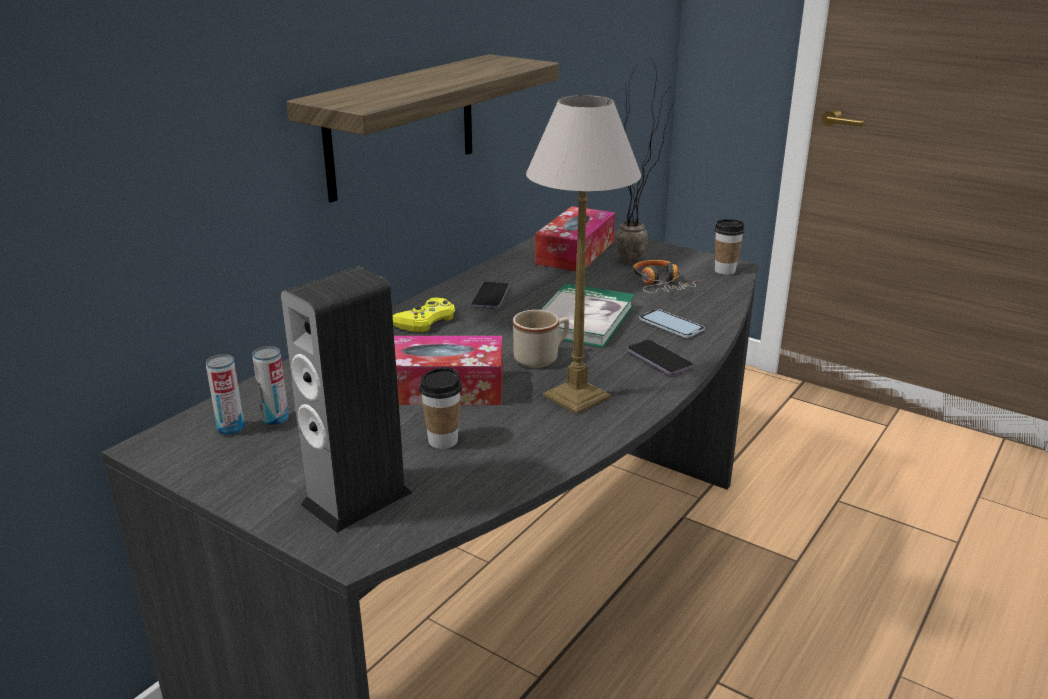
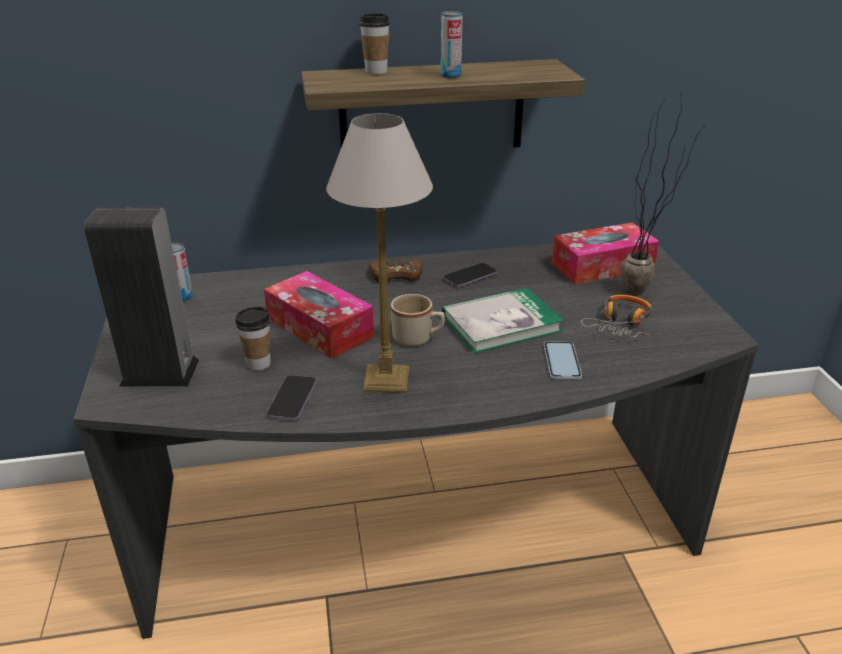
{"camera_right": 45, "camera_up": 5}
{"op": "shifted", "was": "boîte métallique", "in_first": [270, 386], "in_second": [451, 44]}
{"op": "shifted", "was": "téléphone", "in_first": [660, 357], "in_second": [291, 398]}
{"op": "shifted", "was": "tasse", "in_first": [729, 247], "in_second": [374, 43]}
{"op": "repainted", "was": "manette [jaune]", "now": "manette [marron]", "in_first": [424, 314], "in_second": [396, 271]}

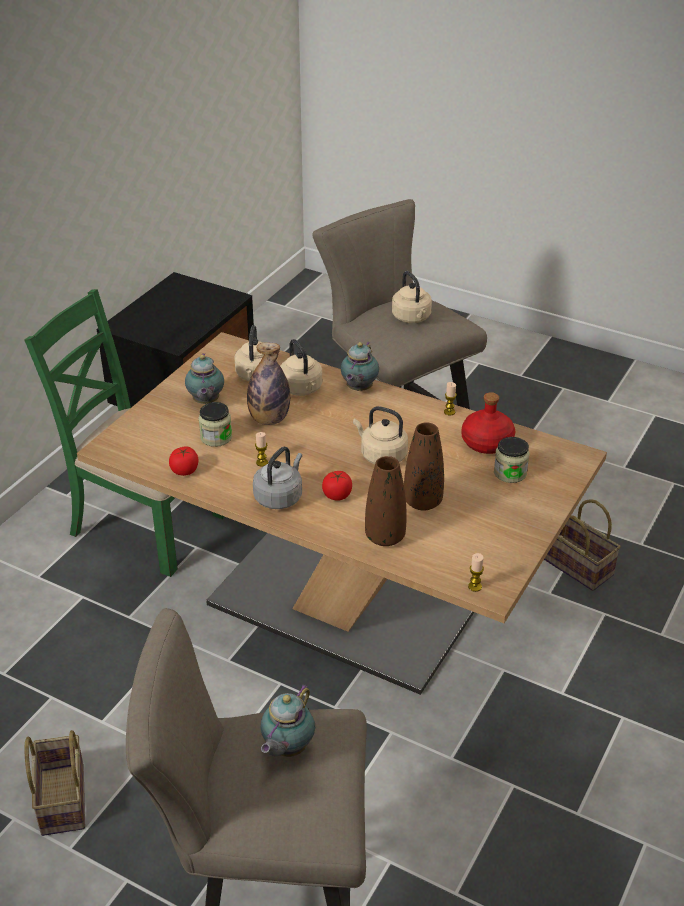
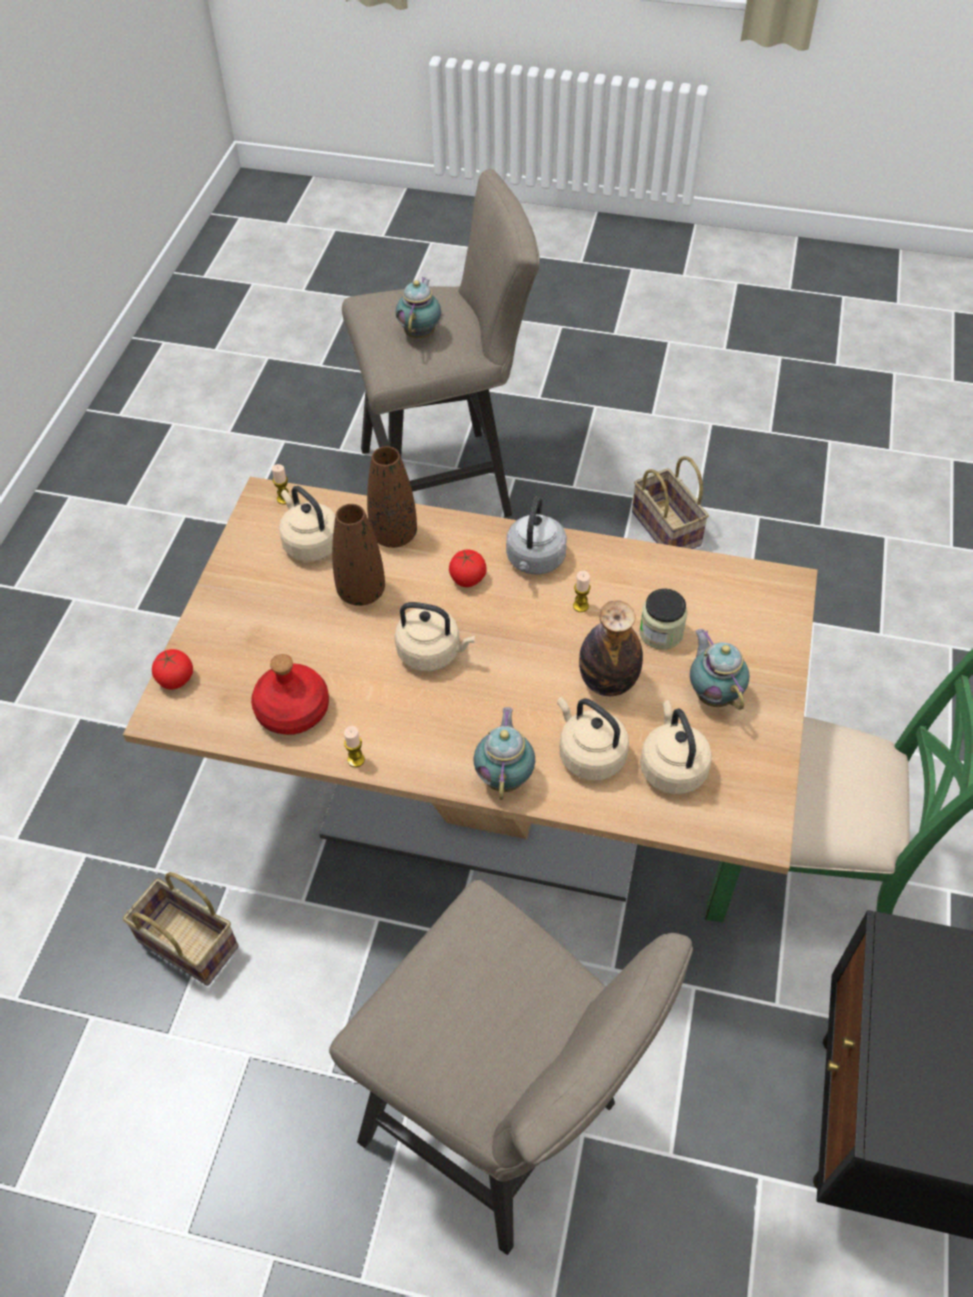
{"camera_right": 165, "camera_up": 15}
{"op": "gone", "was": "bocal", "in_first": [511, 460]}
{"op": "shifted", "was": "tomate", "in_first": [183, 461], "in_second": [172, 669]}
{"op": "shifted", "was": "bouilloire [beige]", "in_first": [412, 297], "in_second": [307, 524]}

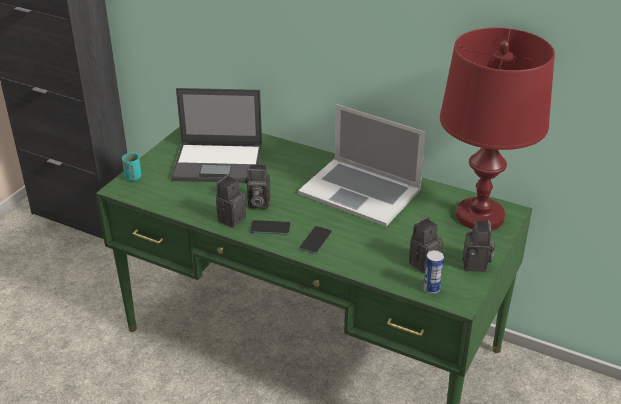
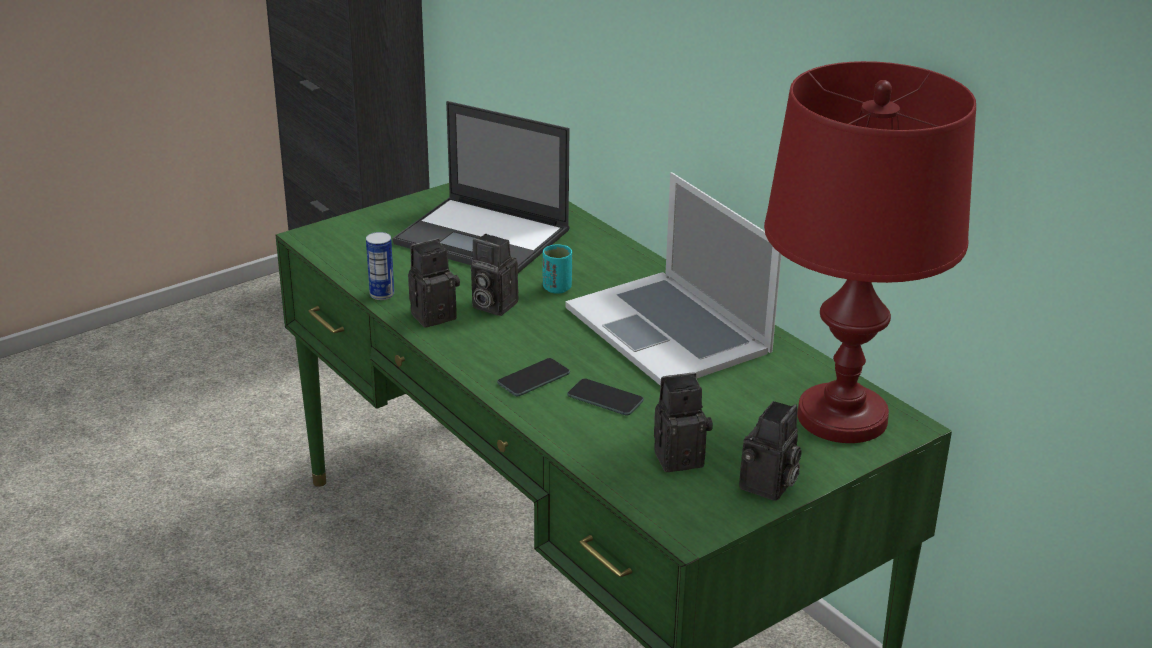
{"camera_right": 25, "camera_up": -5}
{"op": "shifted", "was": "tasse [turquoise]", "in_first": [132, 167], "in_second": [557, 269]}
{"op": "shifted", "was": "téléphone", "in_first": [270, 227], "in_second": [605, 397]}
{"op": "shifted", "was": "boîte métallique", "in_first": [433, 272], "in_second": [380, 266]}

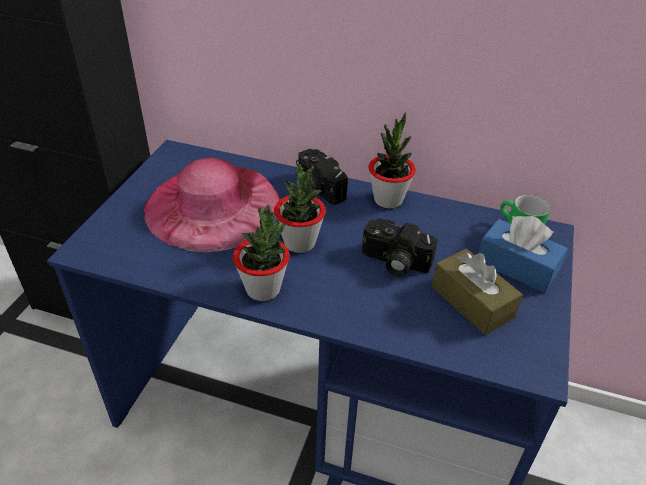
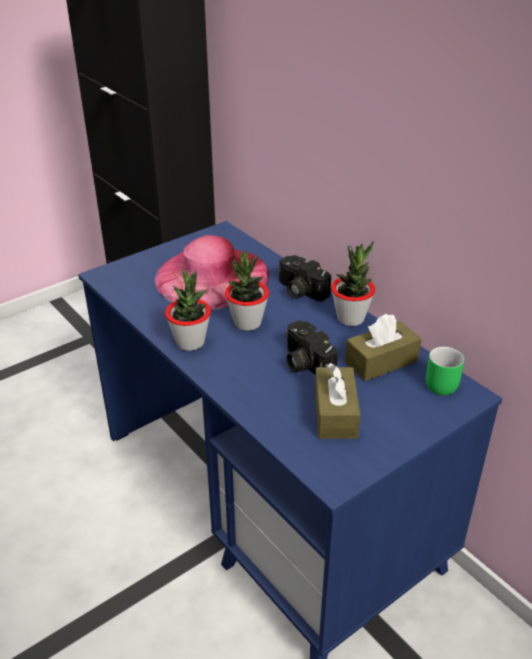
{"camera_right": 35, "camera_up": -5}
{"op": "gone", "was": "boîte à mouchoirs [bleu]", "in_first": [523, 254]}
{"op": "new", "now": "boîte à mouchoirs [marron]", "in_second": [383, 347]}
{"op": "rotated", "was": "appareil photo", "in_first": [322, 177], "in_second": [304, 278], "clockwise": -45}

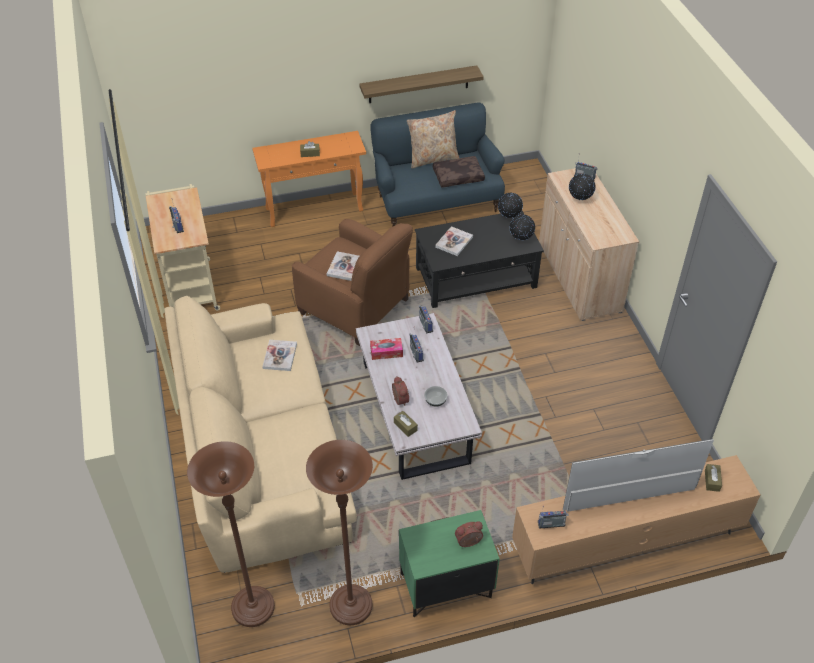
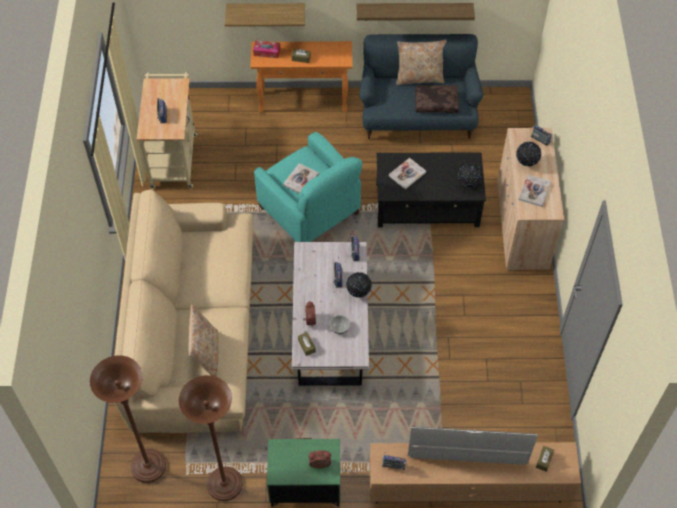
{"camera_right": 15, "camera_up": 10}
{"op": "new", "now": "coussin [beige]", "in_second": [204, 340]}
{"op": "new", "now": "étagère", "in_second": [265, 15]}
{"op": "shifted", "was": "livre", "in_first": [279, 355], "in_second": [534, 190]}
{"op": "shifted", "was": "boîte à mouchoirs", "in_first": [386, 349], "in_second": [266, 49]}
{"op": "shifted", "was": "globe", "in_first": [510, 205], "in_second": [359, 285]}
{"op": "repainted", "was": "fauteuil [marron]", "now": "fauteuil [turquoise]", "in_first": [352, 282], "in_second": [308, 187]}

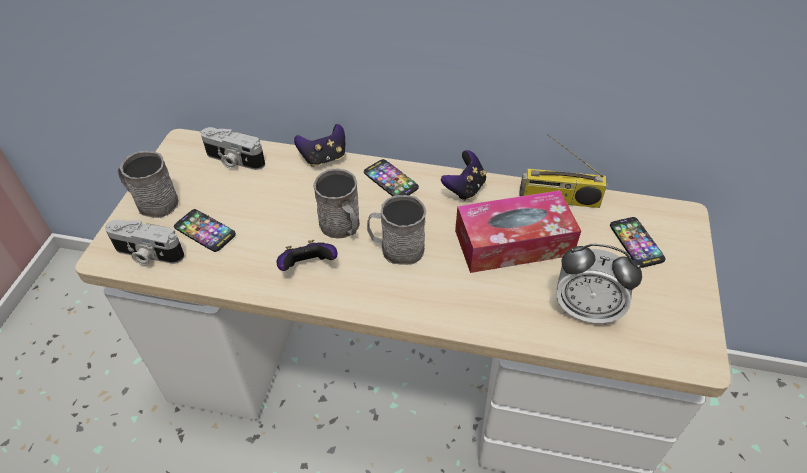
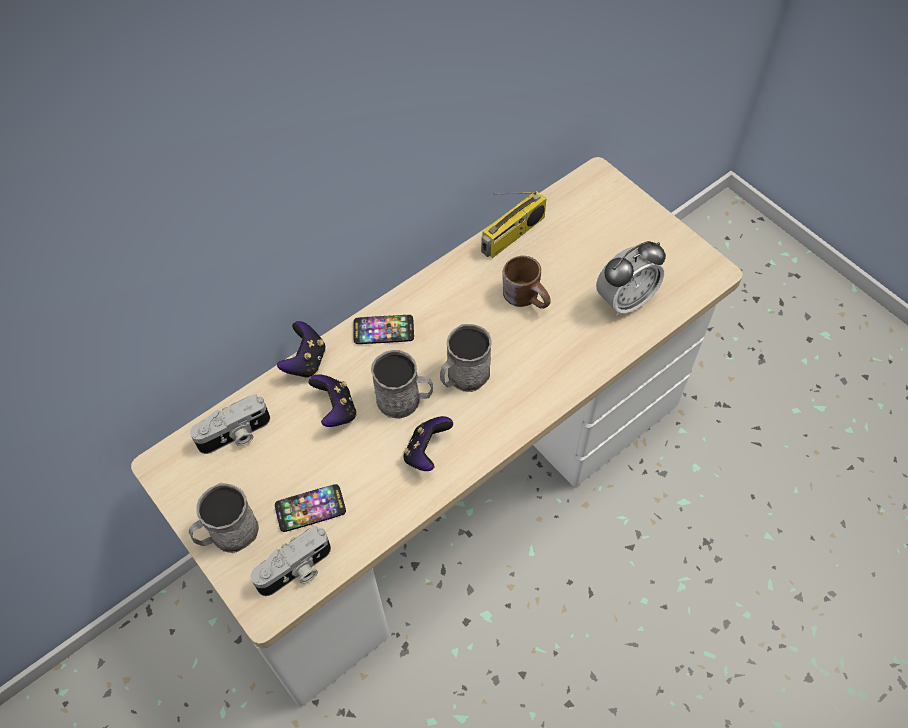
{"camera_right": -50, "camera_up": 10}
{"op": "gone", "was": "téléphone", "in_first": [638, 242]}
{"op": "shifted", "was": "manette", "in_first": [463, 175], "in_second": [333, 400]}
{"op": "swapped", "was": "boîte à mouchoirs", "now": "mug [marron]", "in_first": [518, 231], "in_second": [526, 282]}

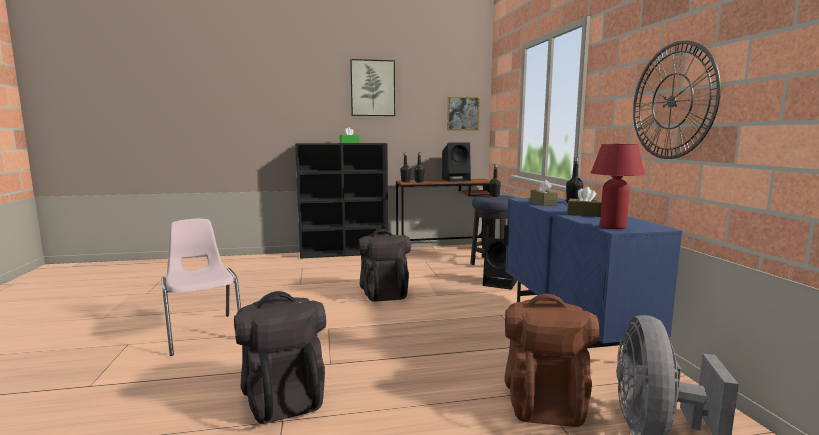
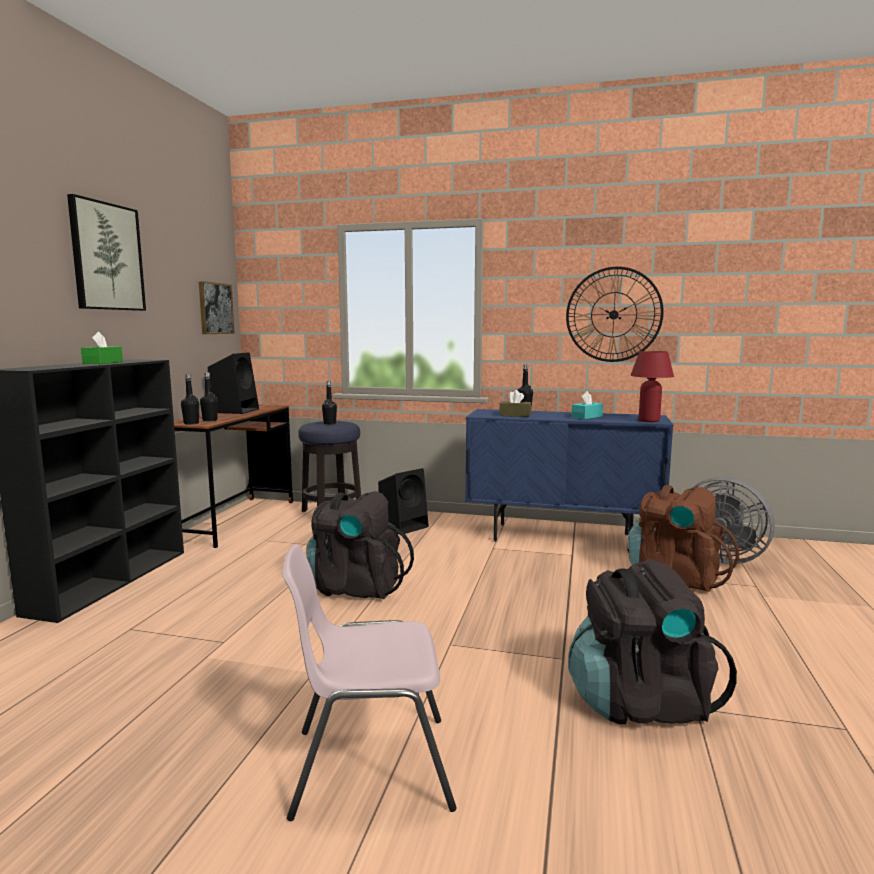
{"camera_right": -65, "camera_up": 0}
{"op": "repainted", "was": "boîte à mouchoirs [marron]", "now": "boîte à mouchoirs [turquoise]", "in_first": [584, 202], "in_second": [587, 405]}

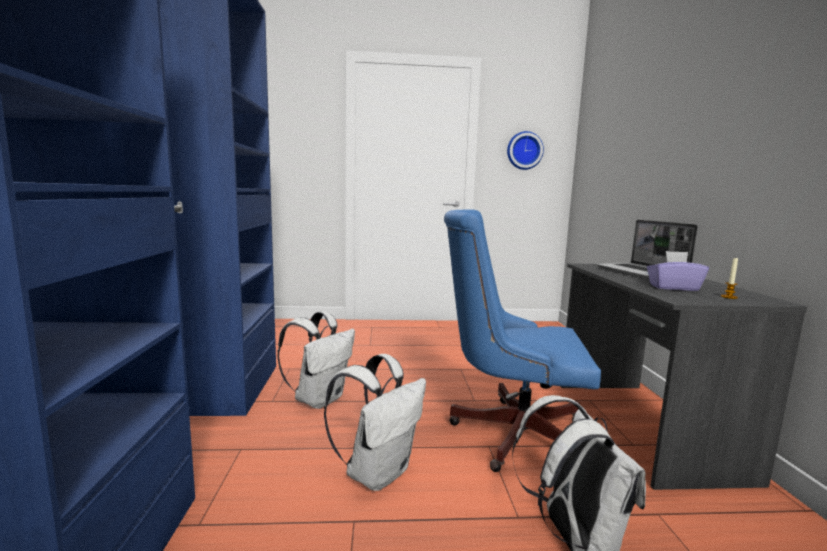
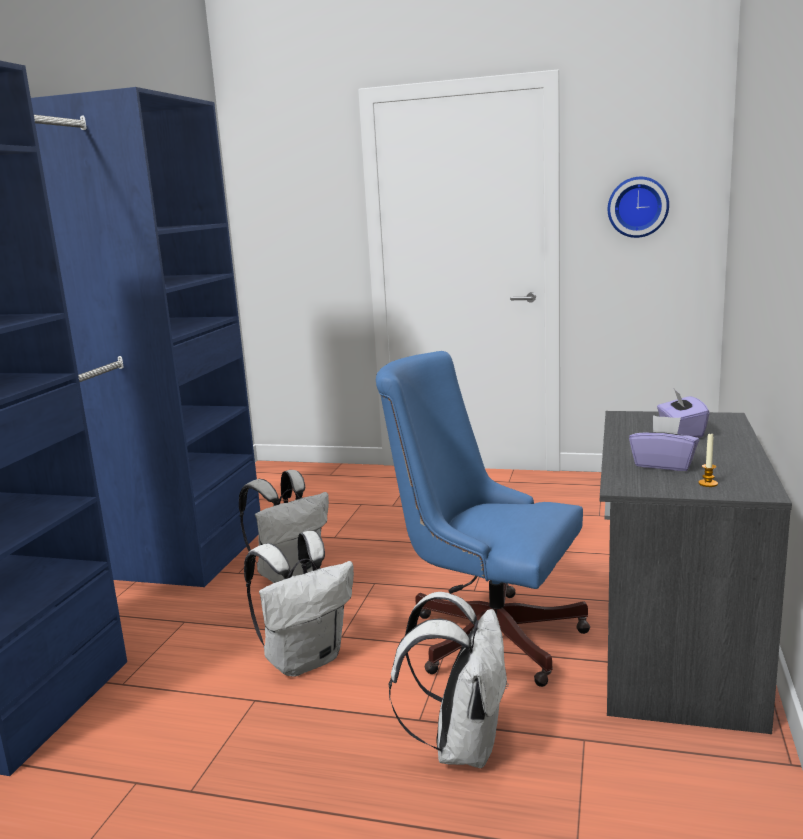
{"camera_right": 20, "camera_up": 5}
{"op": "swapped", "was": "ordinateur portable", "now": "boîte à mouchoirs [violet]", "in_first": [647, 249], "in_second": [683, 413]}

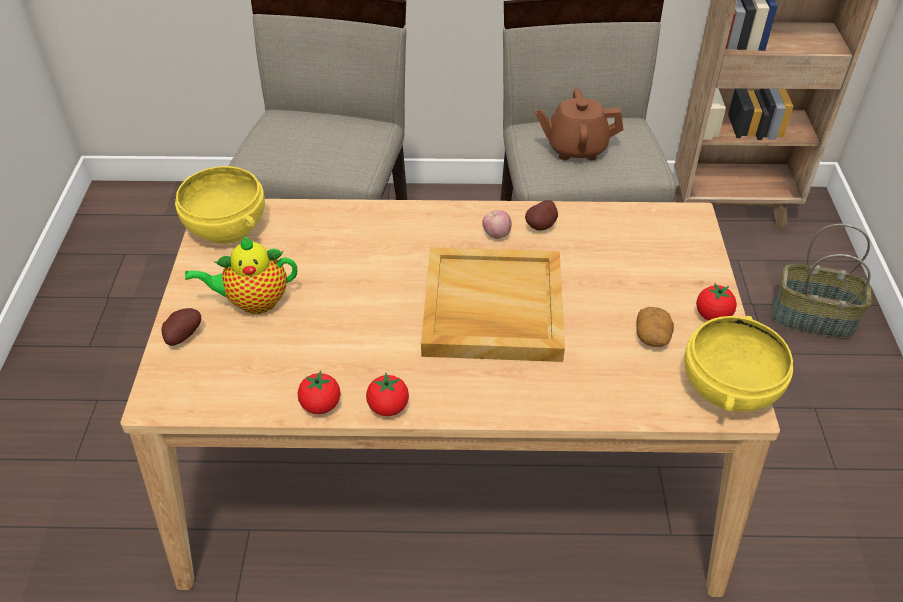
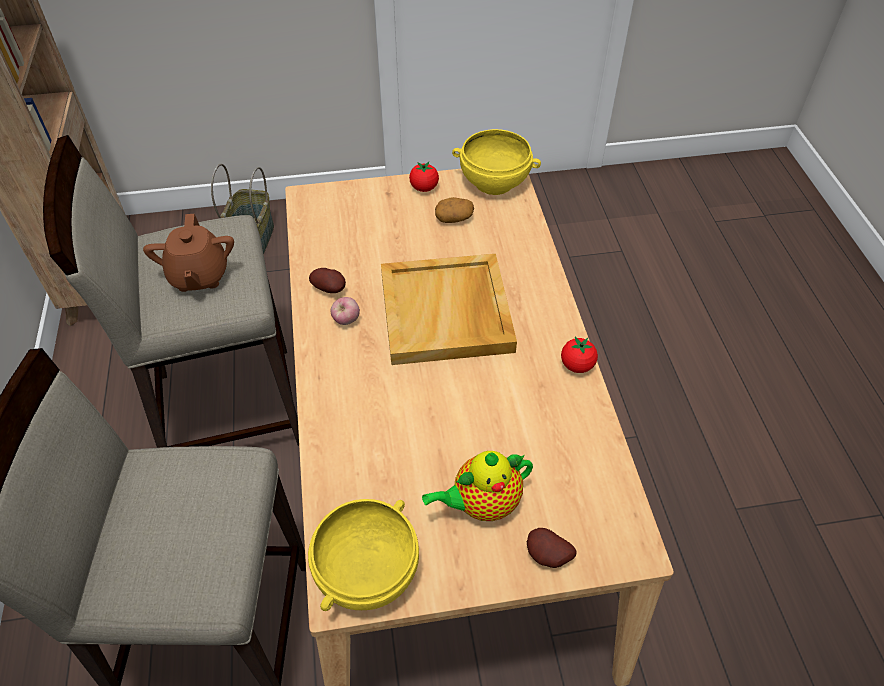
{"camera_right": -100, "camera_up": 5}
{"op": "gone", "was": "tomate", "in_first": [319, 392]}
{"op": "rotated", "was": "théière", "in_first": [241, 275], "in_second": [477, 486], "clockwise": 90}

